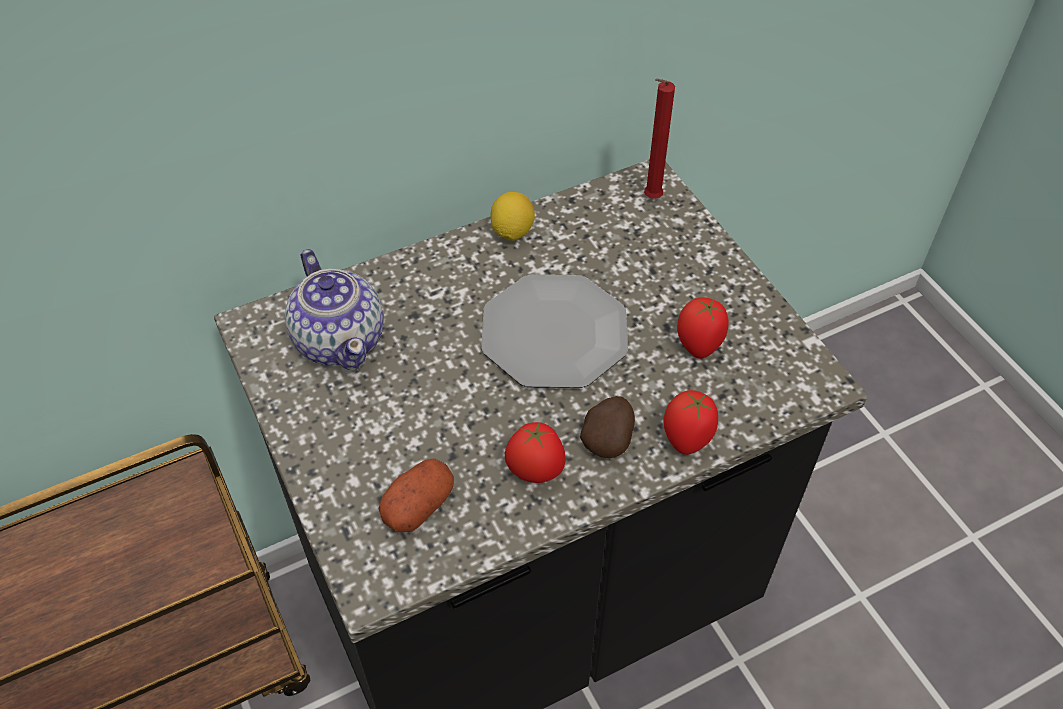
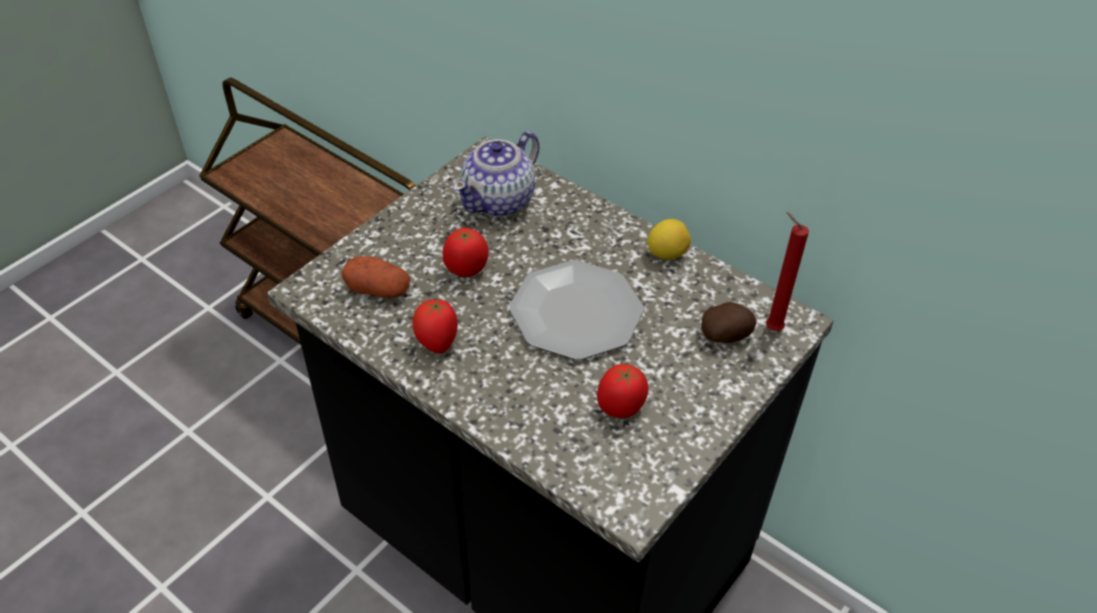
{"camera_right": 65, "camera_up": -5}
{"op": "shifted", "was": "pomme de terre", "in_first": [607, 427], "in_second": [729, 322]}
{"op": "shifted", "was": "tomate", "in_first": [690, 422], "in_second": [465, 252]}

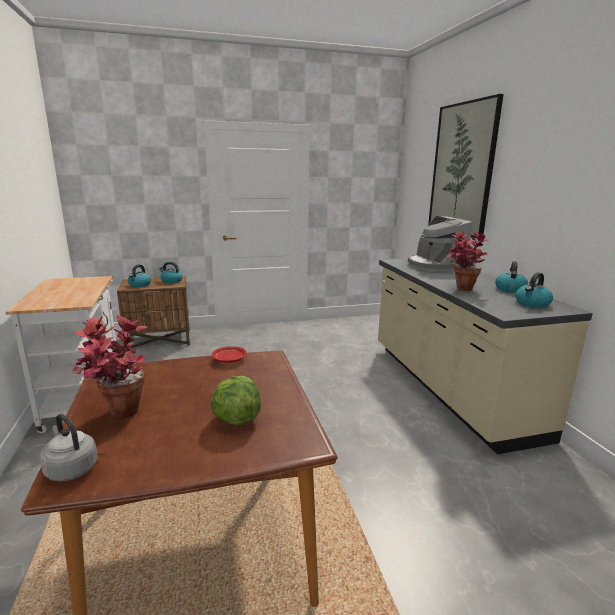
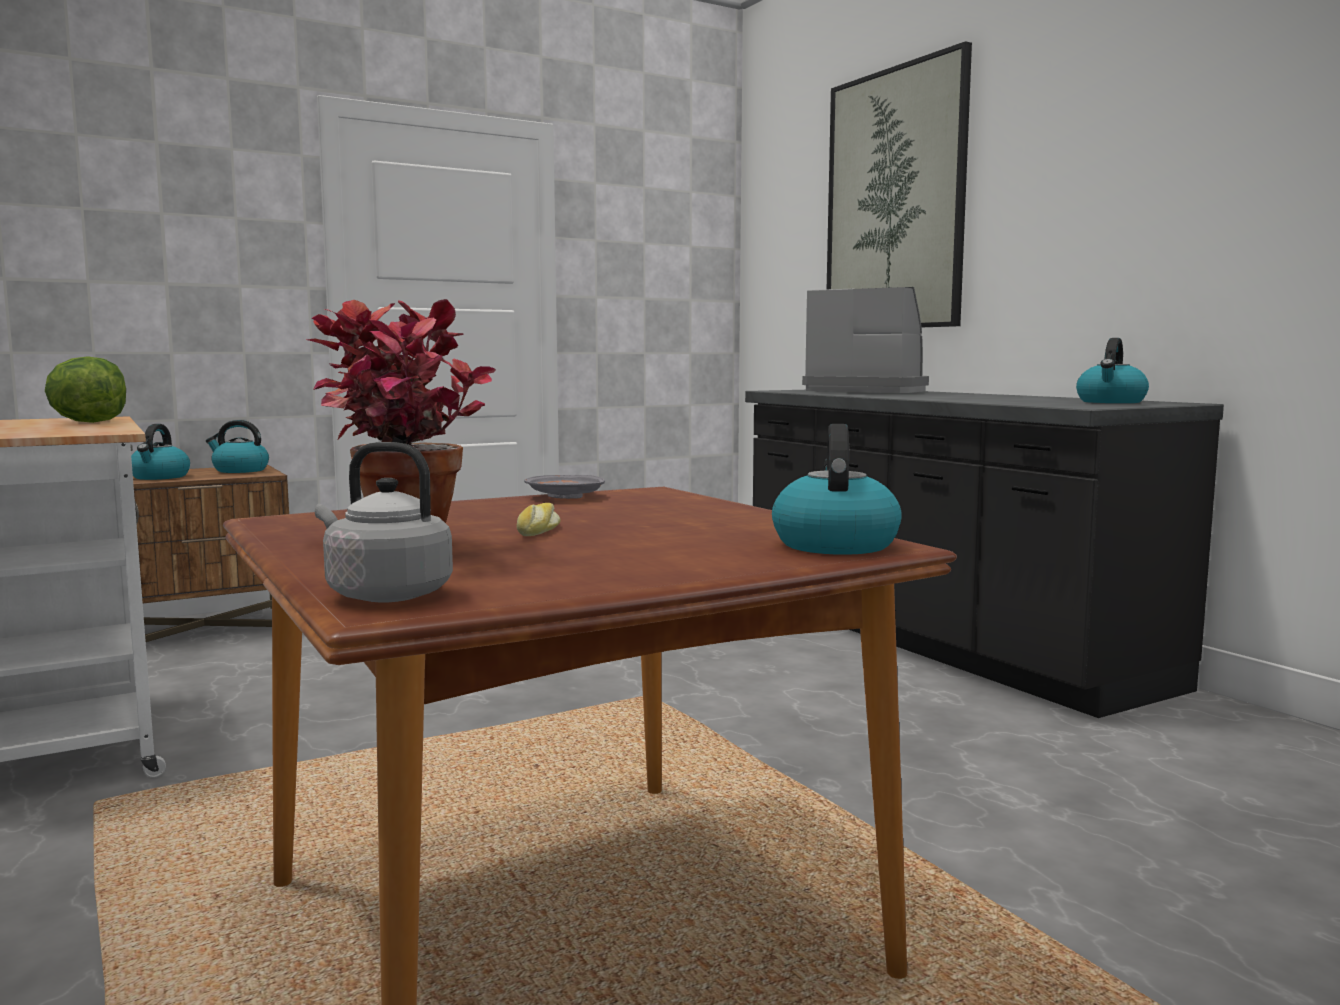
{"camera_right": -15, "camera_up": -10}
{"op": "gone", "was": "plante en pot", "in_first": [467, 261]}
{"op": "new", "now": "pain", "in_second": [538, 519]}
{"op": "shifted", "was": "laitue", "in_first": [236, 401], "in_second": [85, 389]}
{"op": "shifted", "was": "bouilloire", "in_first": [511, 277], "in_second": [837, 489]}
{"op": "repainted", "was": "assiette [rouge]", "now": "assiette [gris]", "in_first": [229, 354], "in_second": [564, 487]}
{"op": "repainted", "was": "comptoir de cuisine [beige]", "now": "comptoir de cuisine [noir]", "in_first": [485, 356], "in_second": [984, 554]}
{"op": "rotated", "was": "machine à café", "in_first": [440, 243], "in_second": [865, 340], "clockwise": 150}

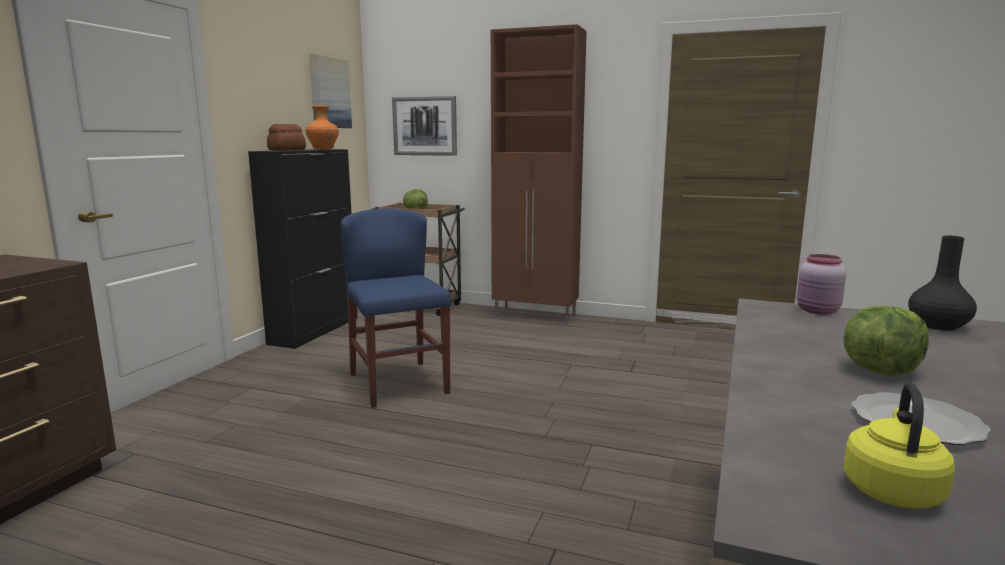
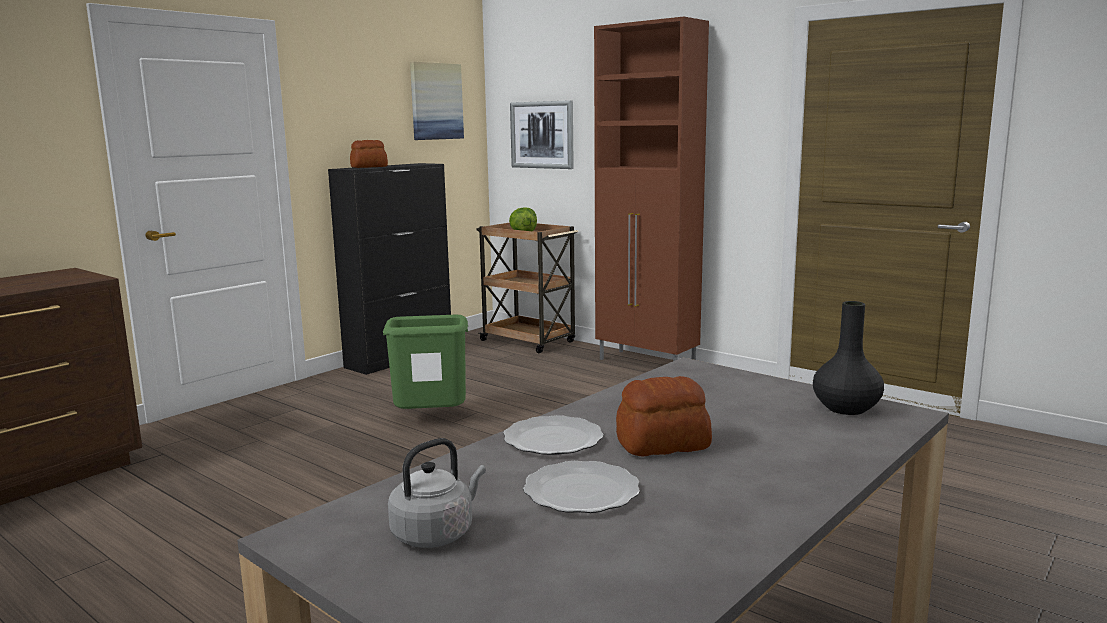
{"camera_right": 20, "camera_up": 0}
{"op": "gone", "was": "vase [orange]", "in_first": [322, 127]}
{"op": "gone", "was": "bocal [rose]", "in_first": [821, 284]}
{"op": "new", "now": "assiette", "in_second": [553, 435]}
{"op": "swapped", "was": "chaise [bleu]", "now": "poubelle [vert]", "in_first": [396, 308], "in_second": [425, 362]}
{"op": "swapped", "was": "laitue", "now": "pain", "in_first": [886, 341], "in_second": [664, 416]}
{"op": "repainted", "was": "bouilloire [jaune]", "now": "bouilloire [gris]", "in_first": [899, 446], "in_second": [437, 493]}

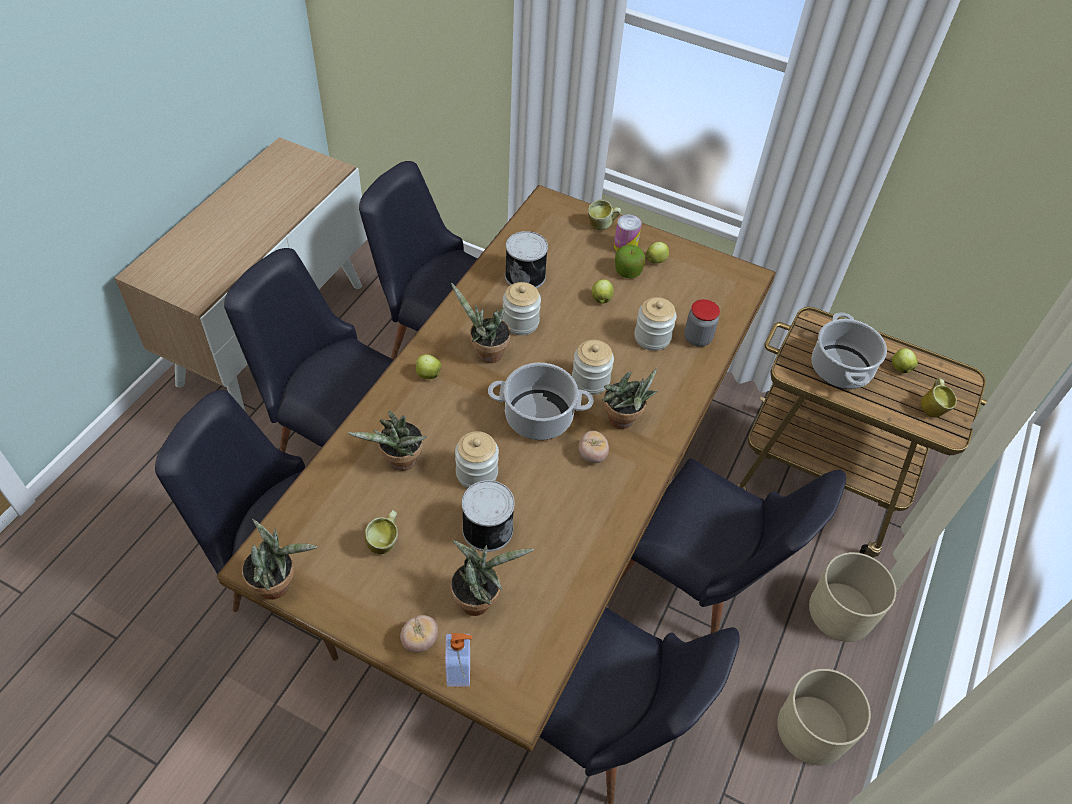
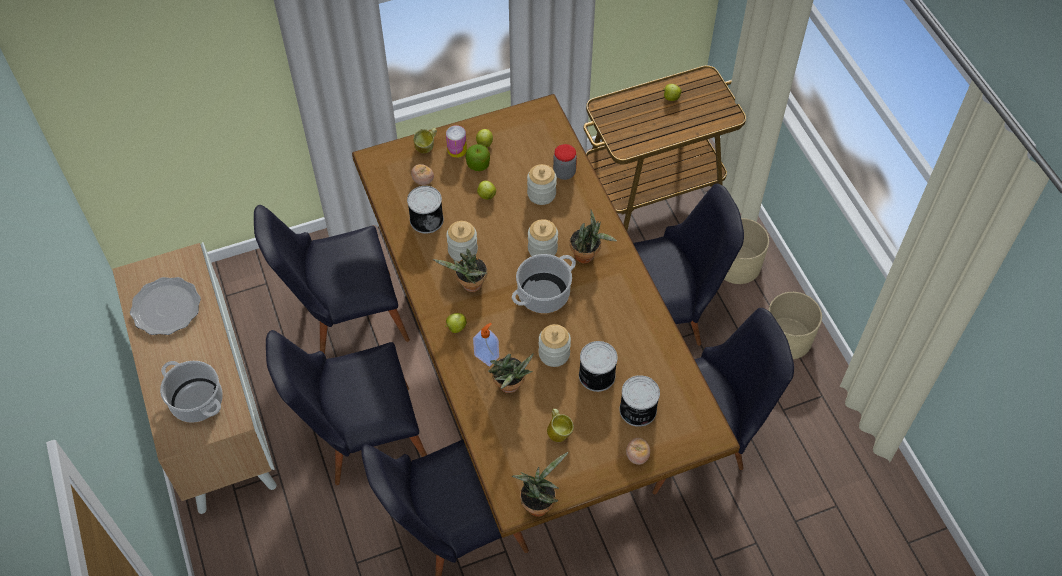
{"camera_right": -45, "camera_up": 5}
{"op": "gone", "was": "mug", "in_first": [939, 398]}
{"op": "new", "now": "assiette", "in_second": [165, 306]}
{"op": "shifted", "was": "distributeur de savon", "in_first": [458, 660], "in_second": [486, 345]}
{"op": "shifted", "was": "tomate", "in_first": [594, 447], "in_second": [422, 174]}
{"op": "shifted", "was": "marmite", "in_first": [849, 351], "in_second": [191, 392]}
{"op": "swapped", "was": "plante en pot", "now": "boîte métallique", "in_first": [492, 578], "in_second": [640, 401]}

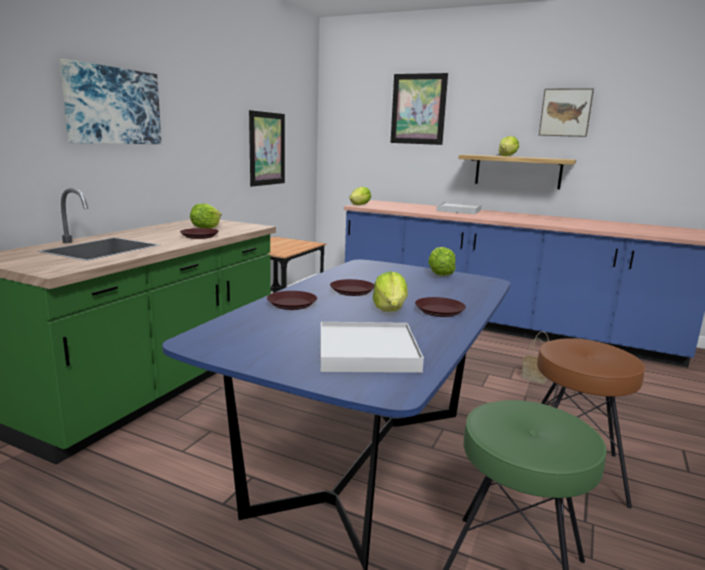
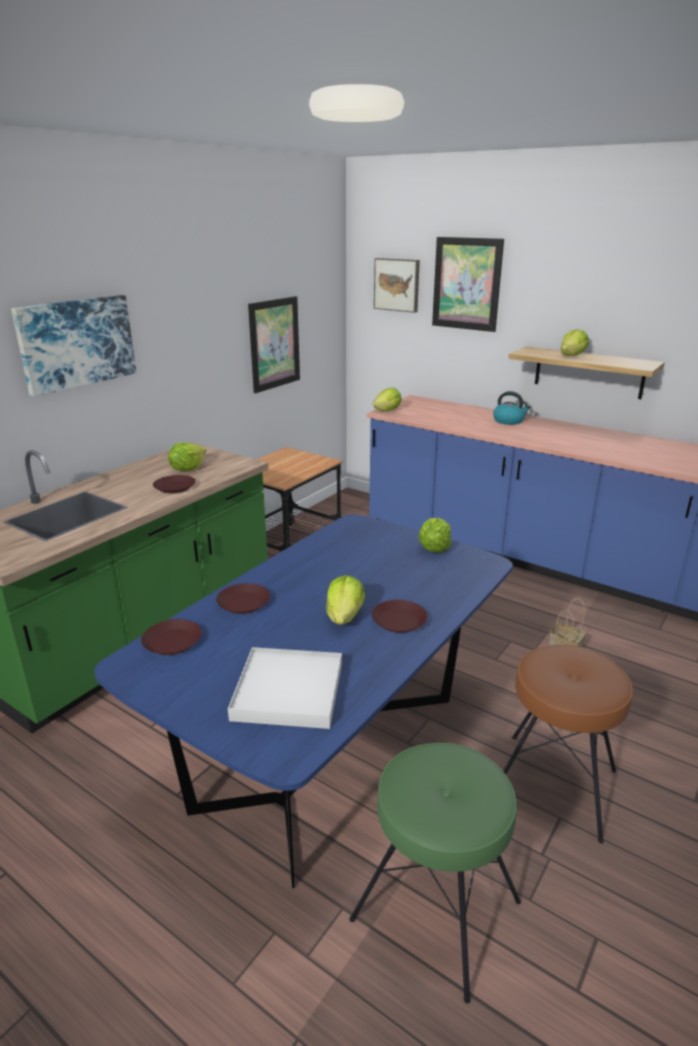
{"camera_right": 10, "camera_up": 10}
{"op": "shifted", "was": "assiette [marron]", "in_first": [352, 287], "in_second": [171, 637]}
{"op": "shifted", "was": "tableau", "in_first": [566, 112], "in_second": [397, 285]}
{"op": "swapped", "was": "plateau [blanc]", "now": "bouilloire", "in_first": [459, 207], "in_second": [512, 408]}

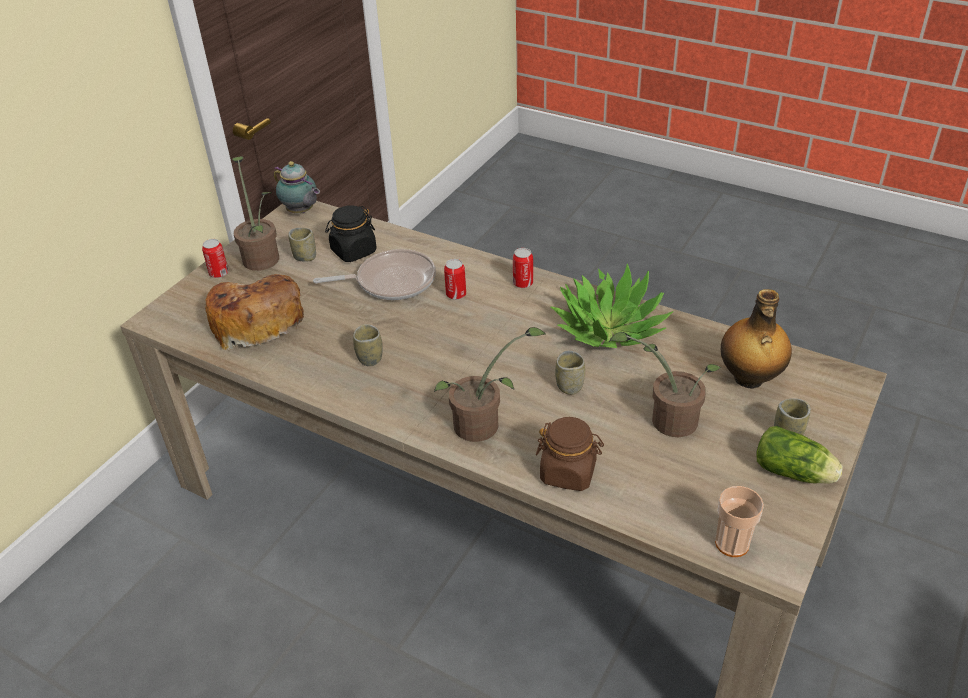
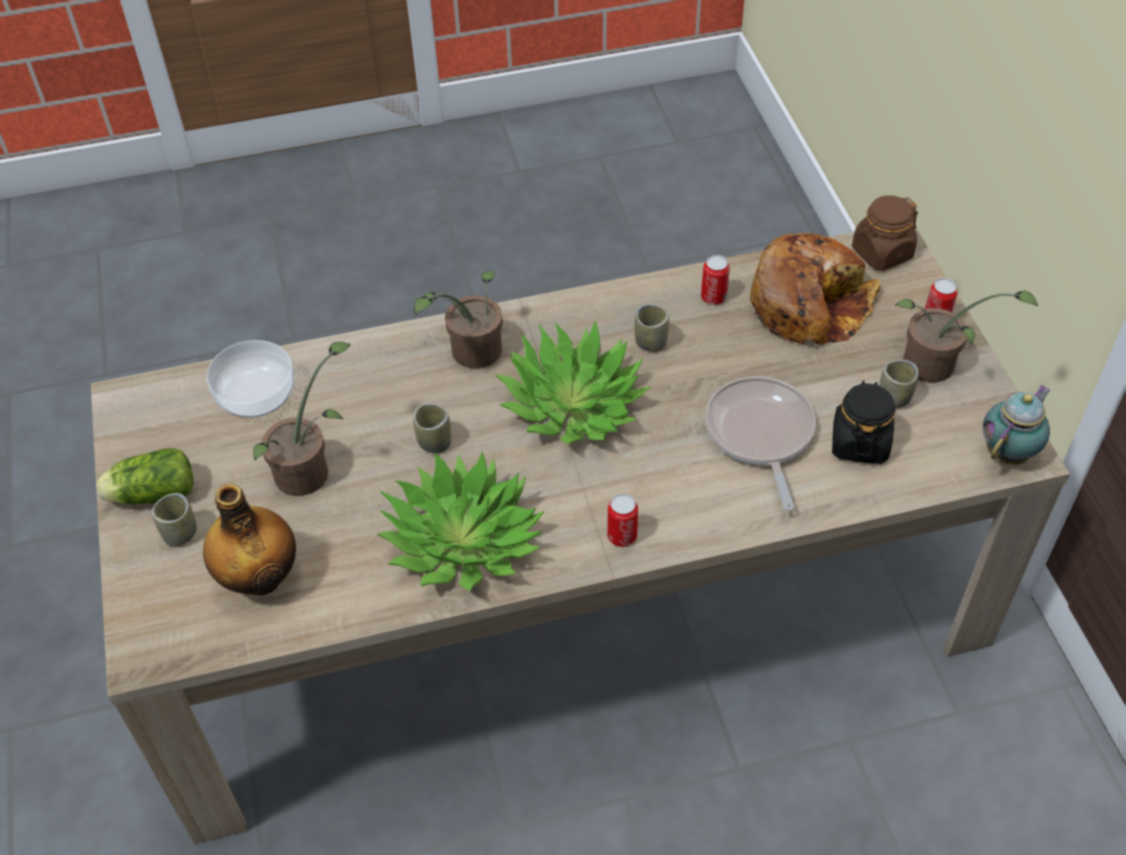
{"camera_right": 135, "camera_up": 10}
{"op": "gone", "was": "tasse", "in_first": [739, 521]}
{"op": "new", "now": "bol", "in_second": [250, 379]}
{"op": "new", "now": "plante en pot", "in_second": [572, 382]}
{"op": "shifted", "was": "boîte métallique", "in_first": [455, 279], "in_second": [715, 280]}
{"op": "shifted", "was": "bocal [marron]", "in_first": [570, 454], "in_second": [885, 233]}
{"op": "rotated", "was": "théière", "in_first": [297, 187], "in_second": [1016, 425], "clockwise": 135}
{"op": "rotated", "was": "poêle", "in_first": [374, 274], "in_second": [760, 443], "clockwise": 135}

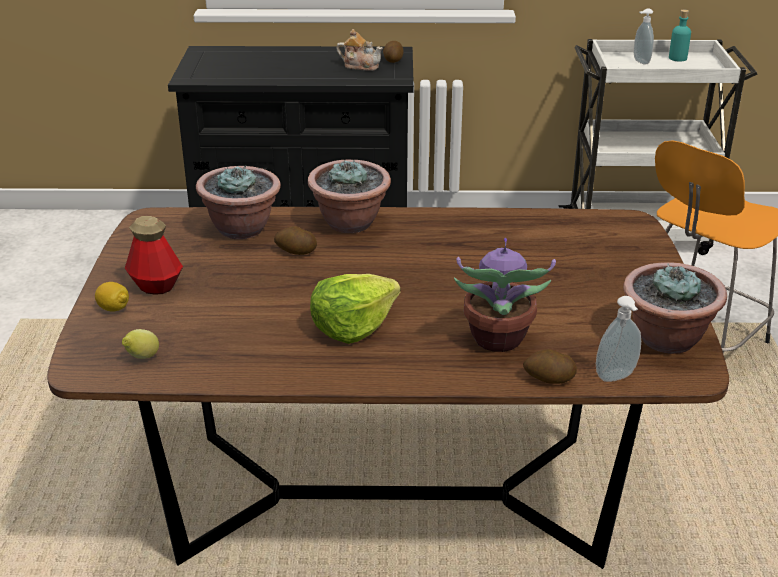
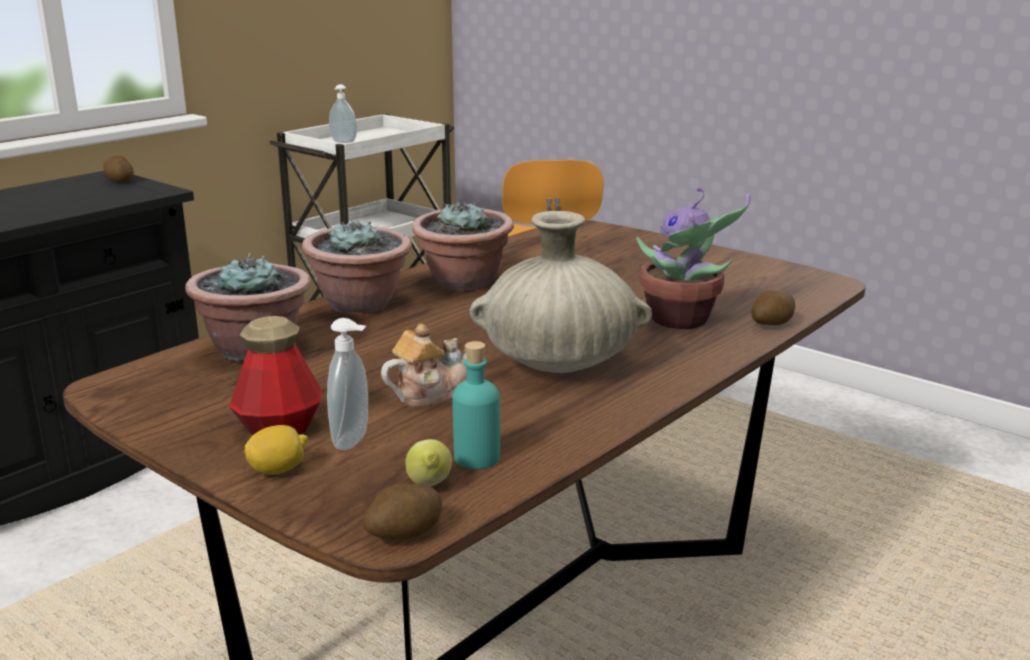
{"camera_right": -50, "camera_up": -10}
{"op": "shifted", "was": "pomme de terre", "in_first": [295, 240], "in_second": [402, 511]}
{"op": "shifted", "was": "théière", "in_first": [359, 50], "in_second": [424, 366]}
{"op": "shifted", "was": "distributeur de savon", "in_first": [618, 339], "in_second": [347, 384]}
{"op": "shifted", "was": "plante en pot", "in_first": [675, 308], "in_second": [463, 245]}
{"op": "shifted", "was": "bouteille [turquoise]", "in_first": [680, 35], "in_second": [476, 405]}
{"op": "swapped", "was": "laitue", "now": "vase [beige]", "in_first": [355, 309], "in_second": [560, 292]}

